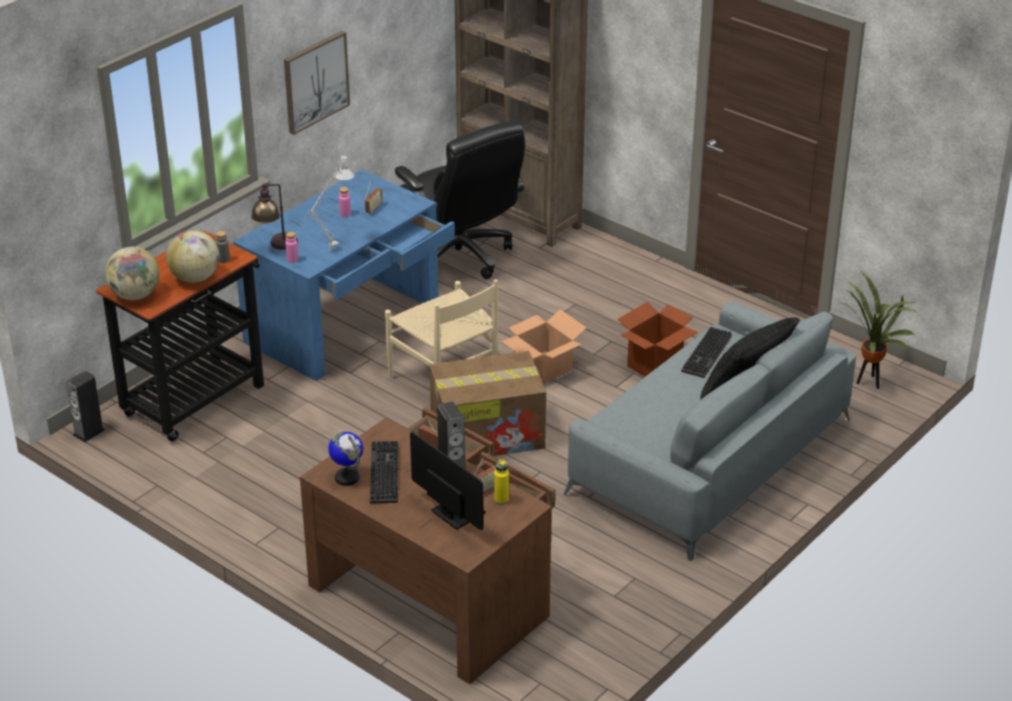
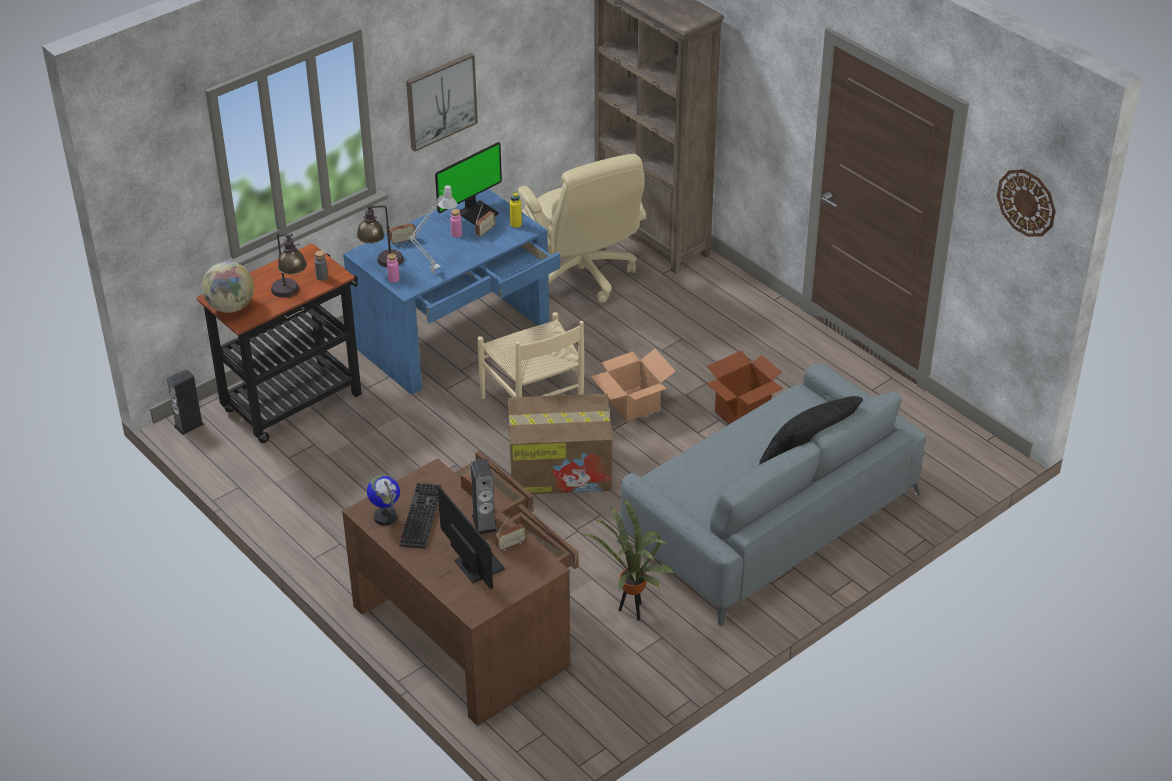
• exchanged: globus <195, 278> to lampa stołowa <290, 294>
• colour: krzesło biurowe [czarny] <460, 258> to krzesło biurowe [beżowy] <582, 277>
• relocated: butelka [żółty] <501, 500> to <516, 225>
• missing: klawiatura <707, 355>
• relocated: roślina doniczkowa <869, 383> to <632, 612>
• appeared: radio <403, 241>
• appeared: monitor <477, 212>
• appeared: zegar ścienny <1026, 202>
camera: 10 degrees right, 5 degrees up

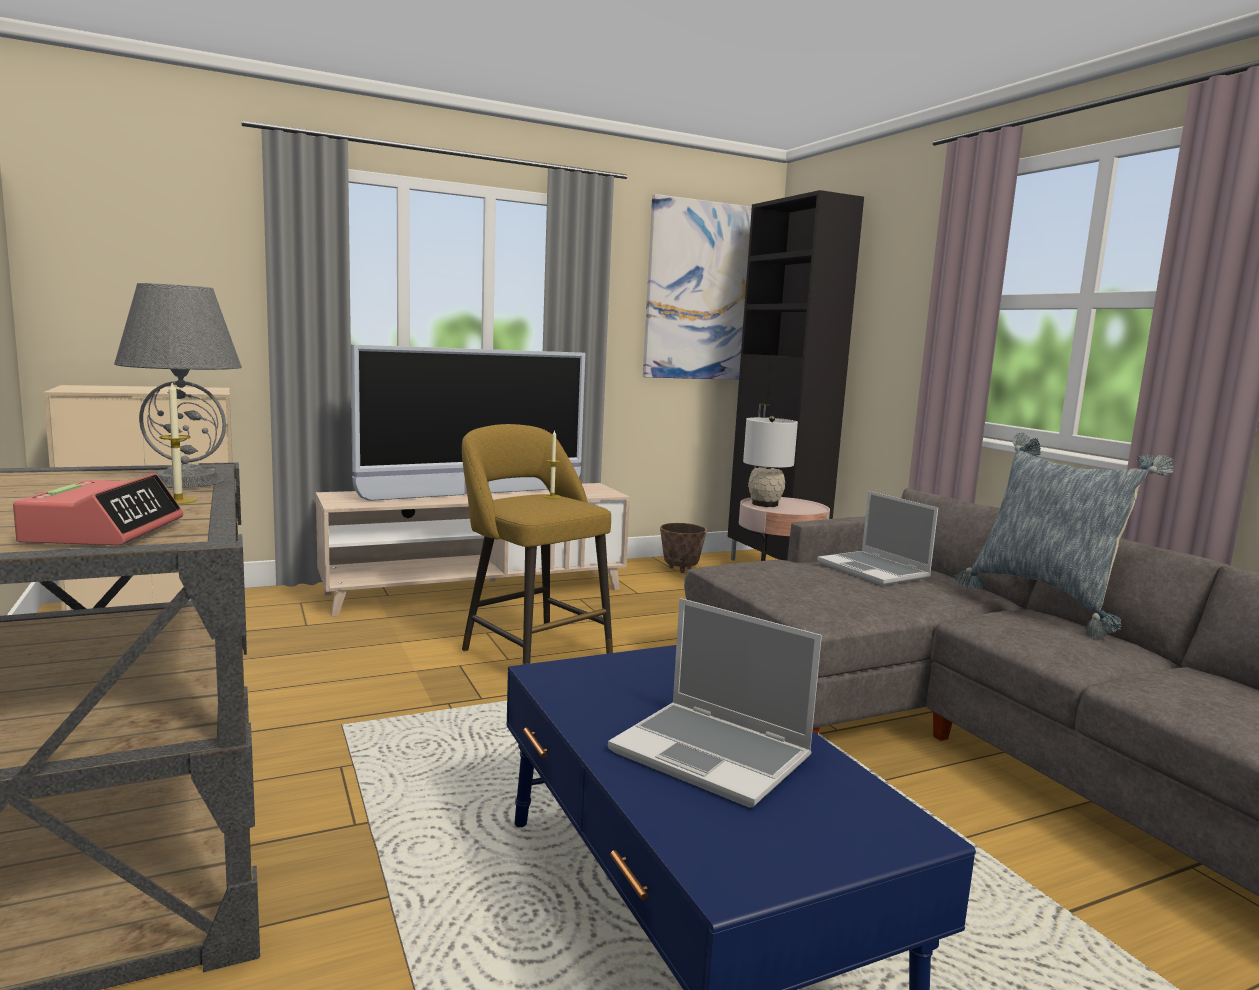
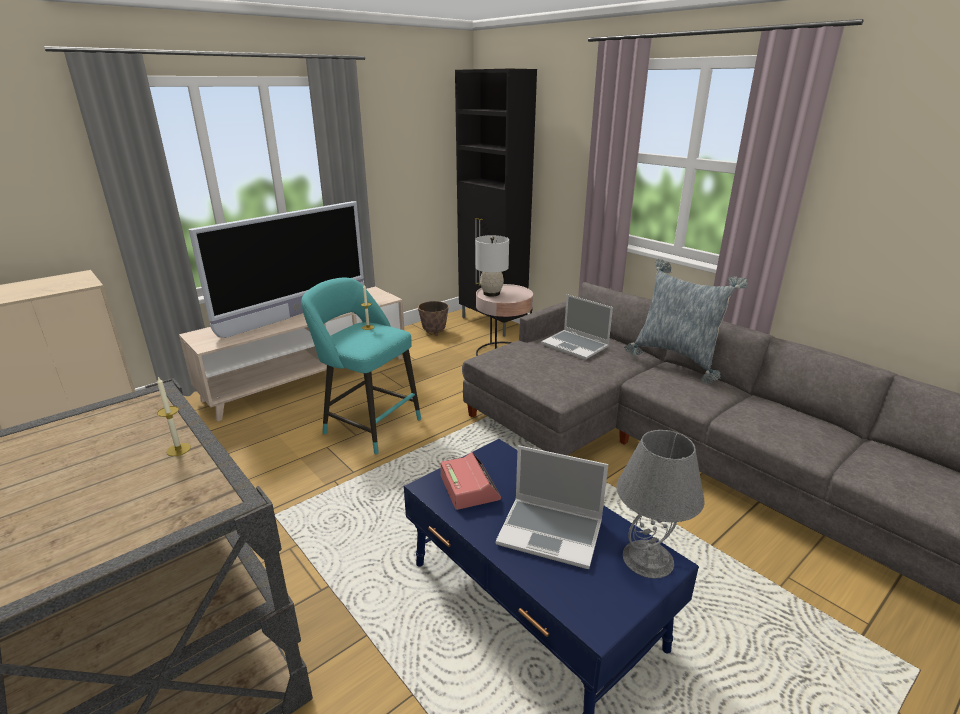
• relocated: budzik <105, 530> to <469, 487>
• relocated: lampa stołowa [szary] <185, 481> to <648, 559>
• colour: stołek [żółty] <531, 651> to stołek [turkusowy] <368, 425>
• missing: obraz <704, 292>
camera: 15 degrees left, 15 degrees up

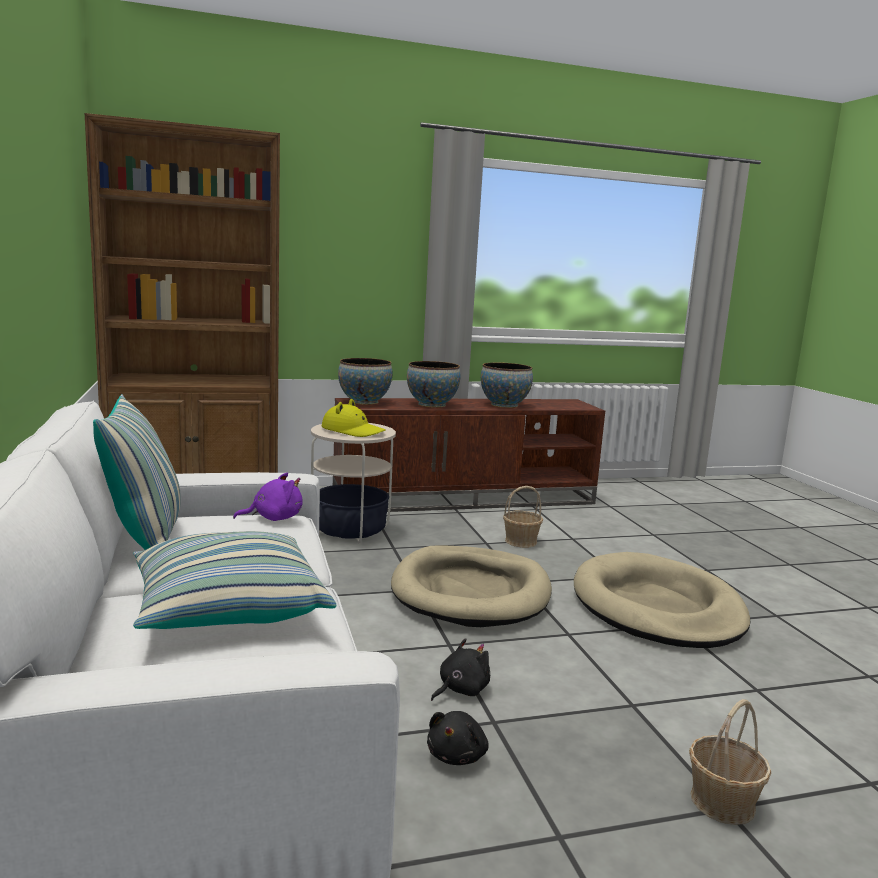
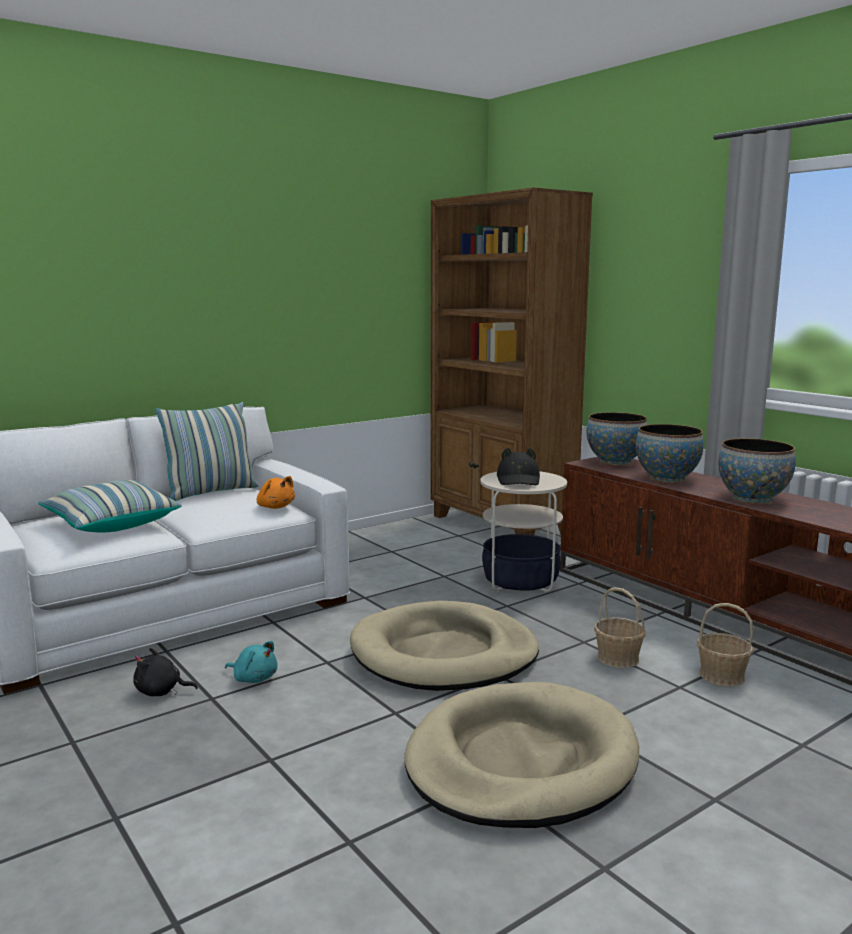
• colour: pluszak [fioletowy] <273, 518> to pluszak [pomarańczowy] <275, 507>
• colour: kapelusz [żółty] <353, 431> to kapelusz [czarny] <518, 480>
• colour: pluszak [czarny] <460, 690> to pluszak [turkusowy] <254, 678>
• relocated: koszyk <721, 802> to <721, 675>
camera: 70 degrees right, 0 degrees up

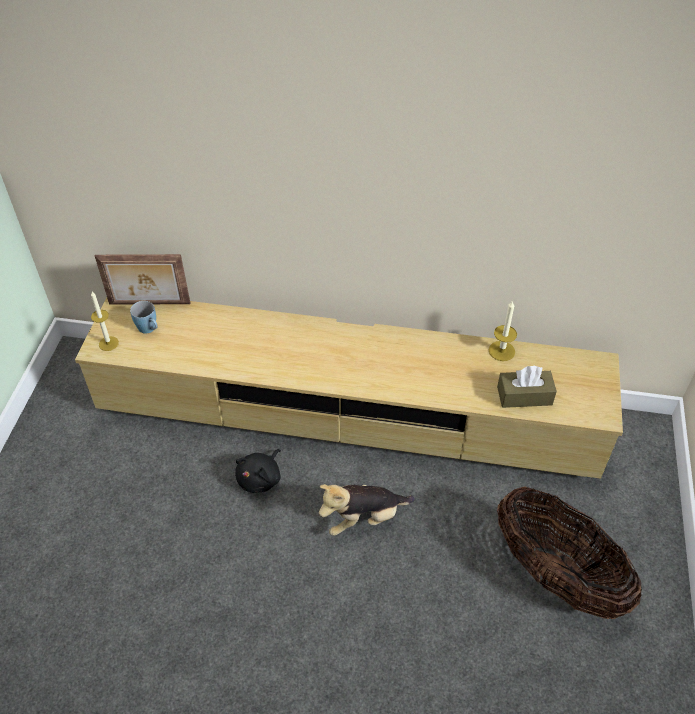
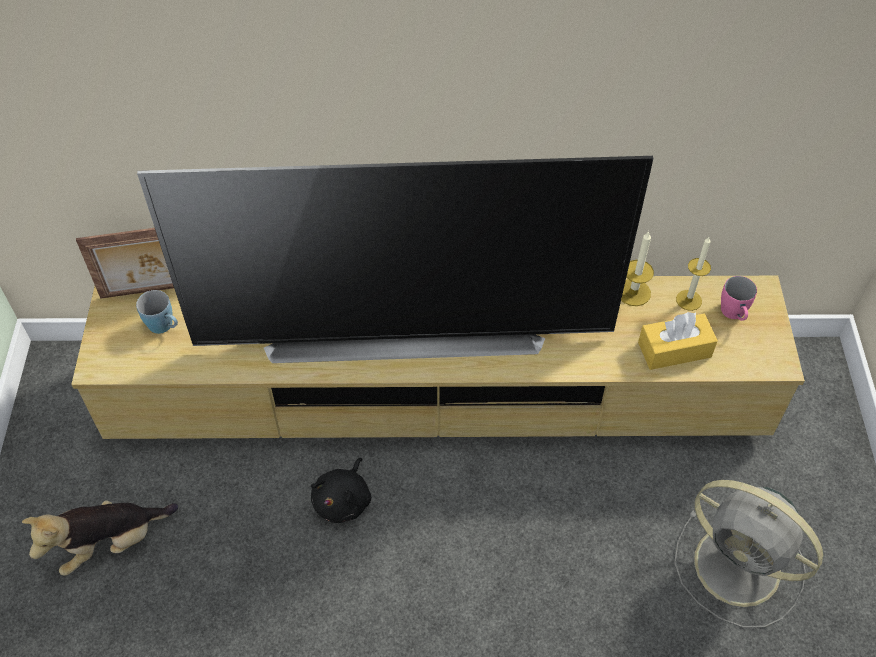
• relocated: świeca <108, 343> to <689, 300>
• relocated: pluszak <363, 518> to <111, 544>
• colour: pudełko chusteczek [brązowy] <524, 396> to pudełko chusteczek [żółty] <674, 350>
• exchanged: koszyk <556, 575> to wentylator [szary] <741, 568>
• appeared: telewizor <404, 329>
• appeared: kubek [różowy] <734, 315>
camera: 10 degrees left, 5 degrees up

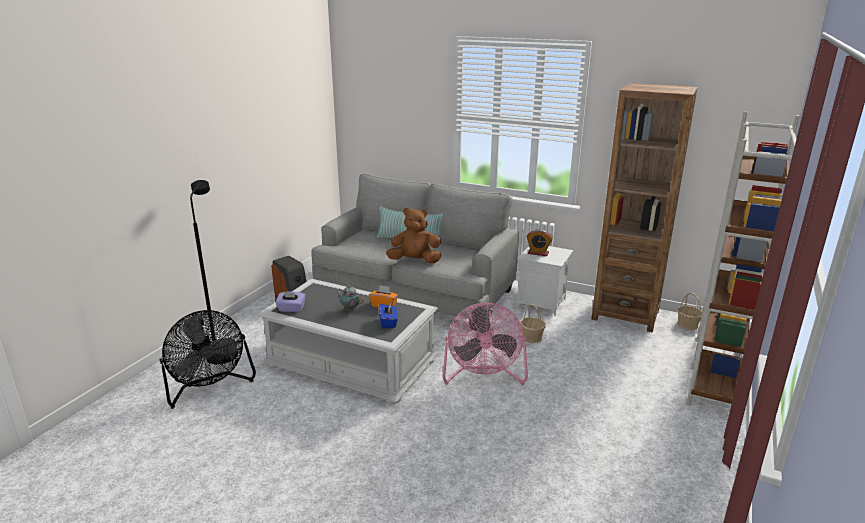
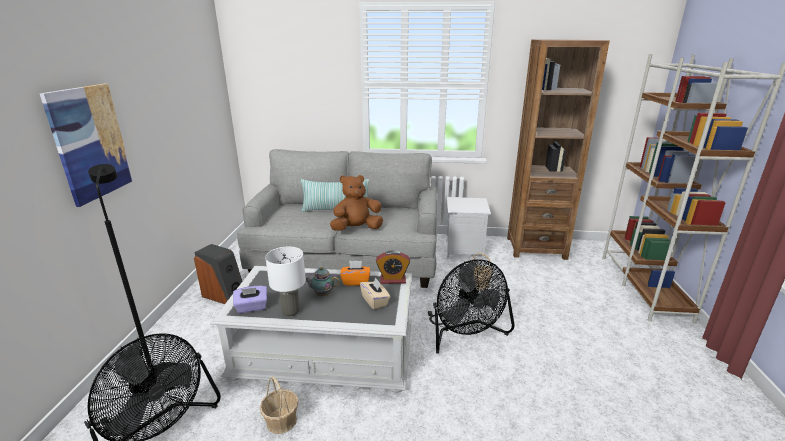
• colour: pudełko chusteczek [niebieski] <388, 323> to pudełko chusteczek [beżowy] <375, 301>
• colour: wentylator [różowy] <480, 375> to wentylator [czarny] <462, 334>
• relocated: budzik <538, 253> to <393, 280>
• relocated: koszyk <687, 325> to <281, 421>
• appeared: obraz <90, 143>
• appeared: lampa stołowa [biały] <291, 311>
camera: 20 degrees left, 0 degrees up

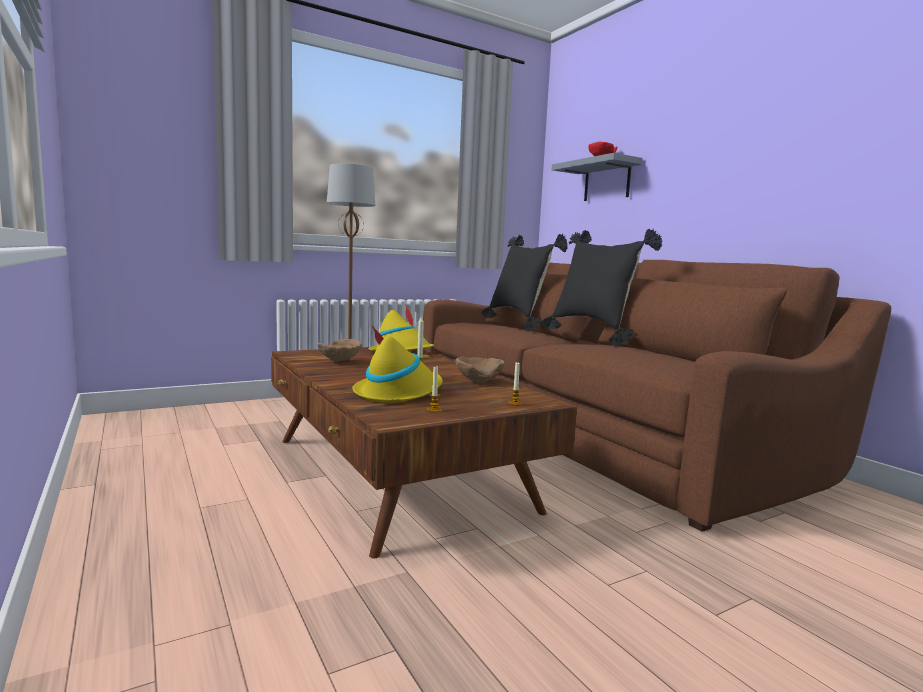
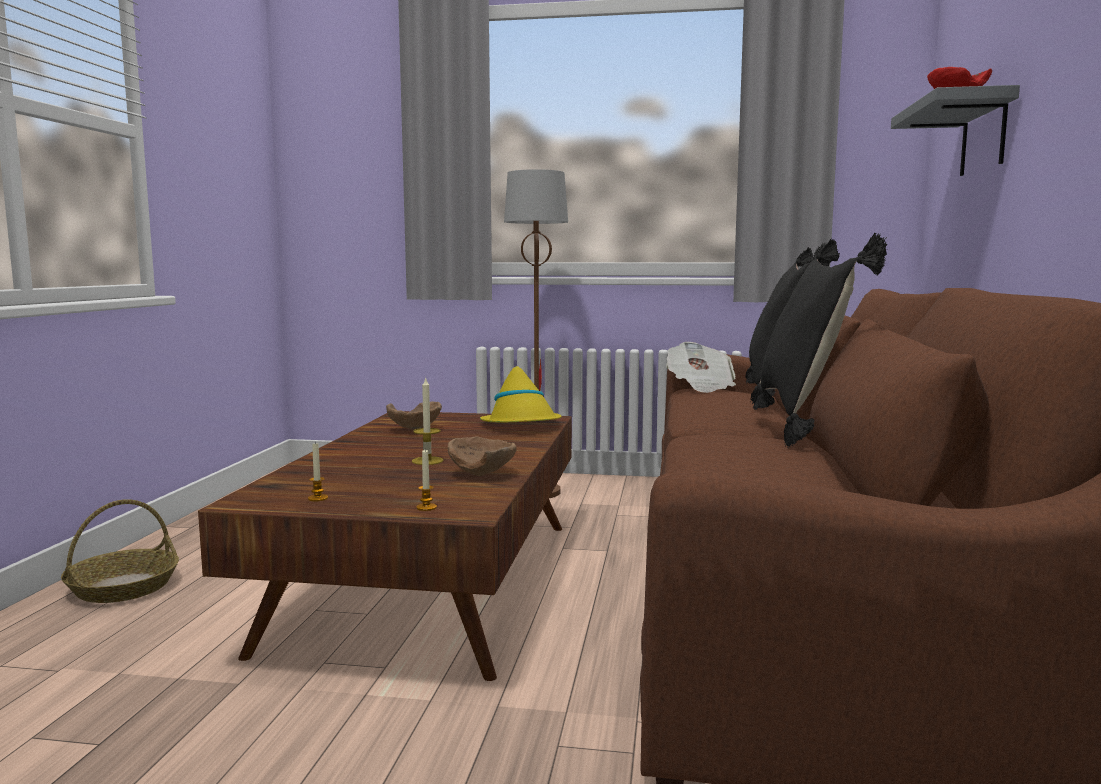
• missing: kapelusz [żółty] <398, 393>
• appeared: koszyk <123, 587>
• appeared: gazeta <700, 387>
camera: 40 degrees right, 0 degrees up

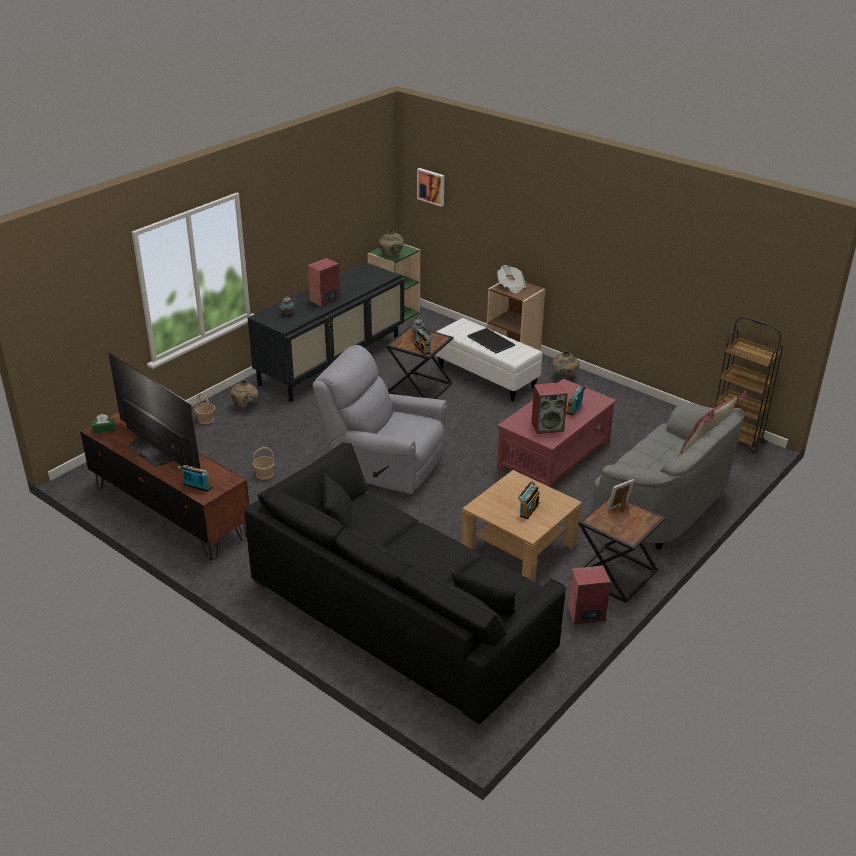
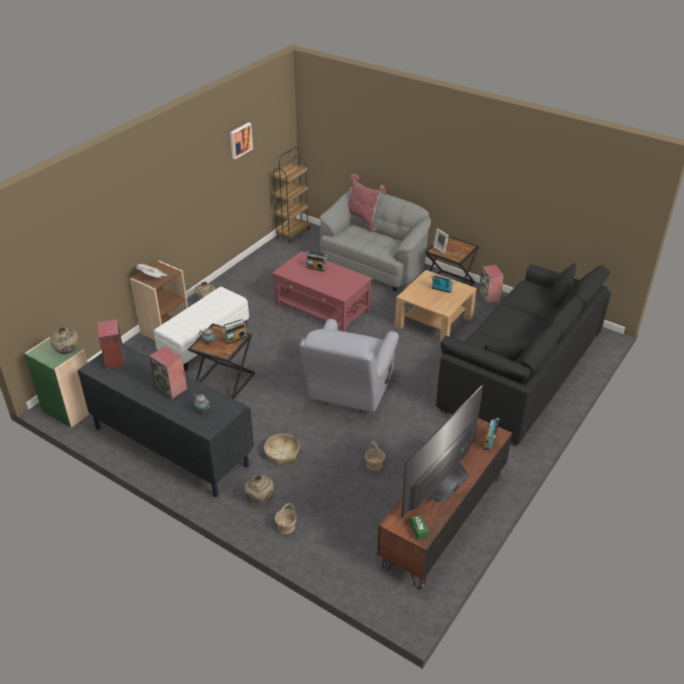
• relocated: obraz <431, 186> to <240, 140>
• missing: taca <490, 341>
• relocated: głośnik <547, 426> to <114, 359>
• appeared: koszyk <282, 453>
camera: 95 degrees left, 5 degrees up

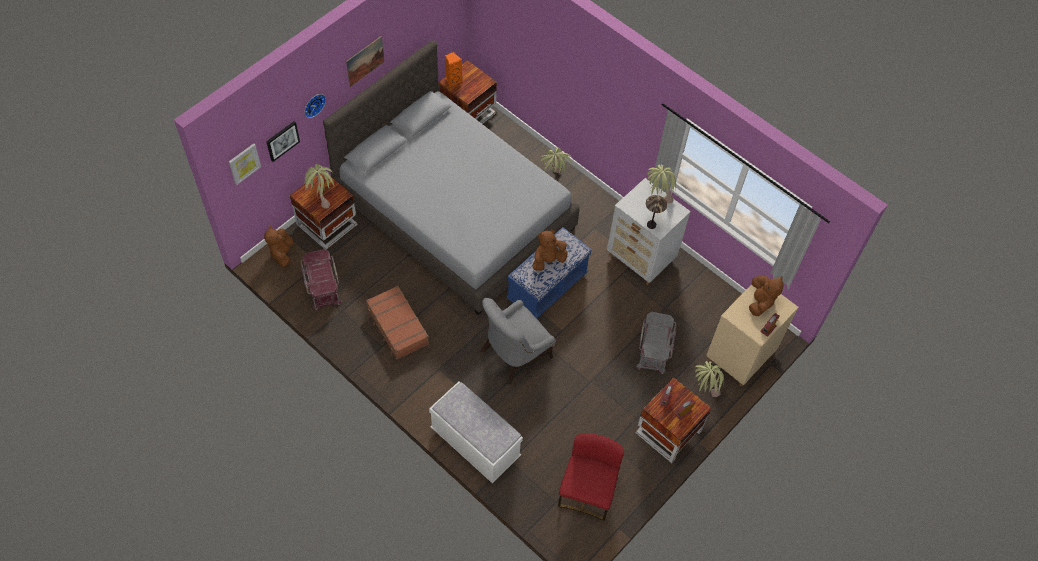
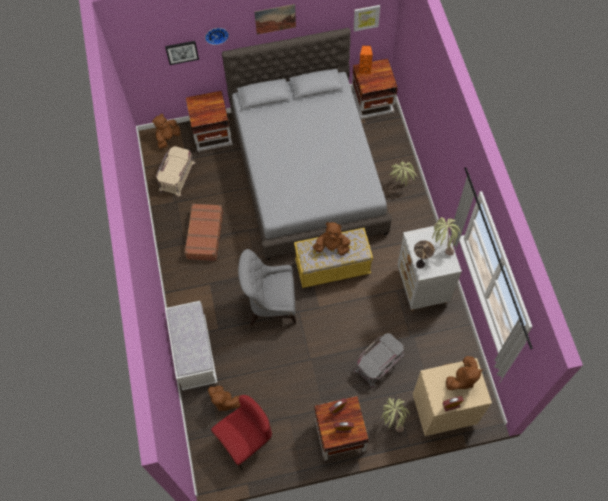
• relocated: obraz <244, 163> to <366, 17>
• colour: pojemnik do przechowywania [czerwony] <321, 285> to pojemnik do przechowywania [beżowy] <176, 176>
• missing: roślina doniczkowa <322, 198>
• colour: ławka [niebieski] <547, 287> to ławka [żółty] <332, 267>
• appeared: pluszak [brązowy] <225, 401>
camera: 40 degrees right, 5 degrees up

